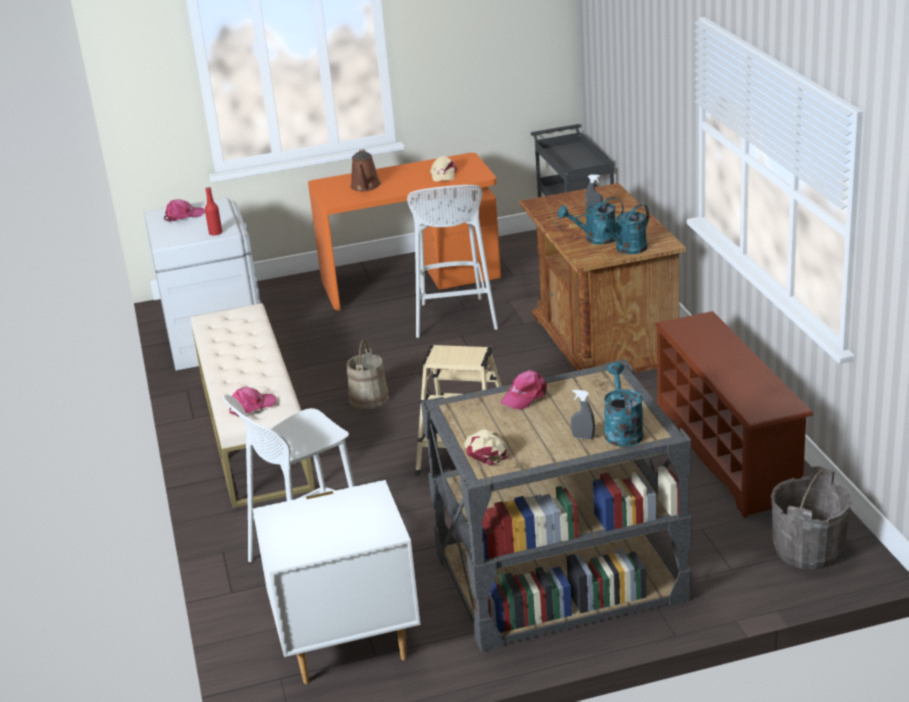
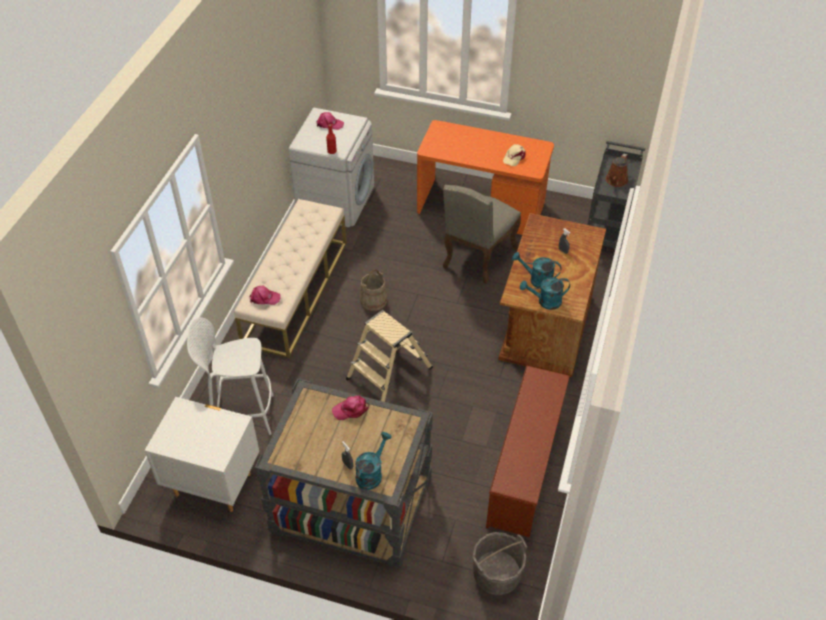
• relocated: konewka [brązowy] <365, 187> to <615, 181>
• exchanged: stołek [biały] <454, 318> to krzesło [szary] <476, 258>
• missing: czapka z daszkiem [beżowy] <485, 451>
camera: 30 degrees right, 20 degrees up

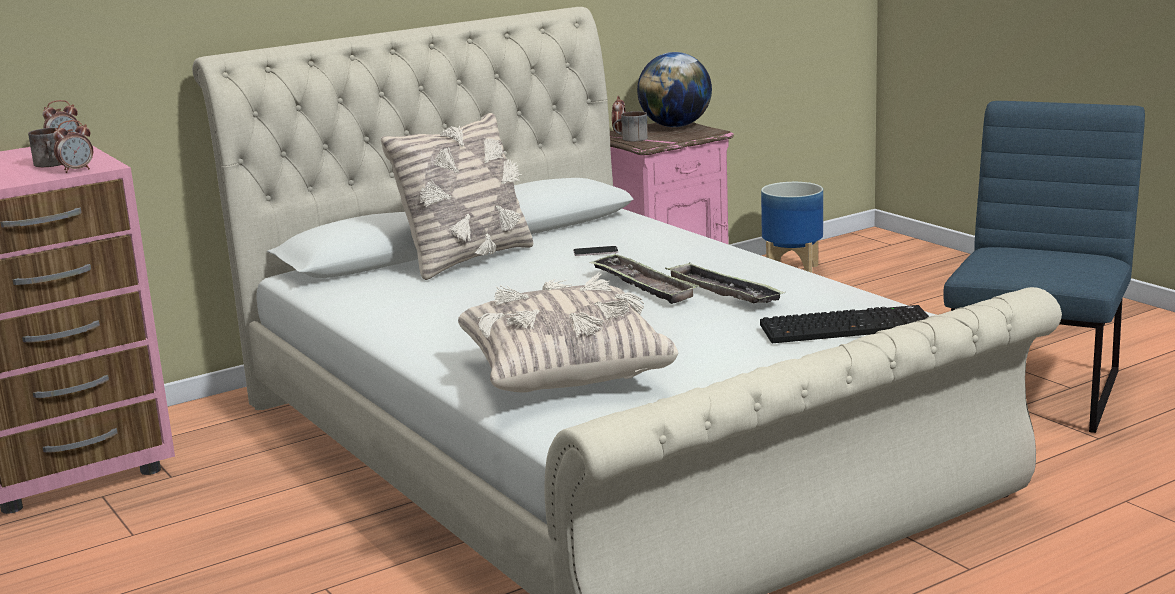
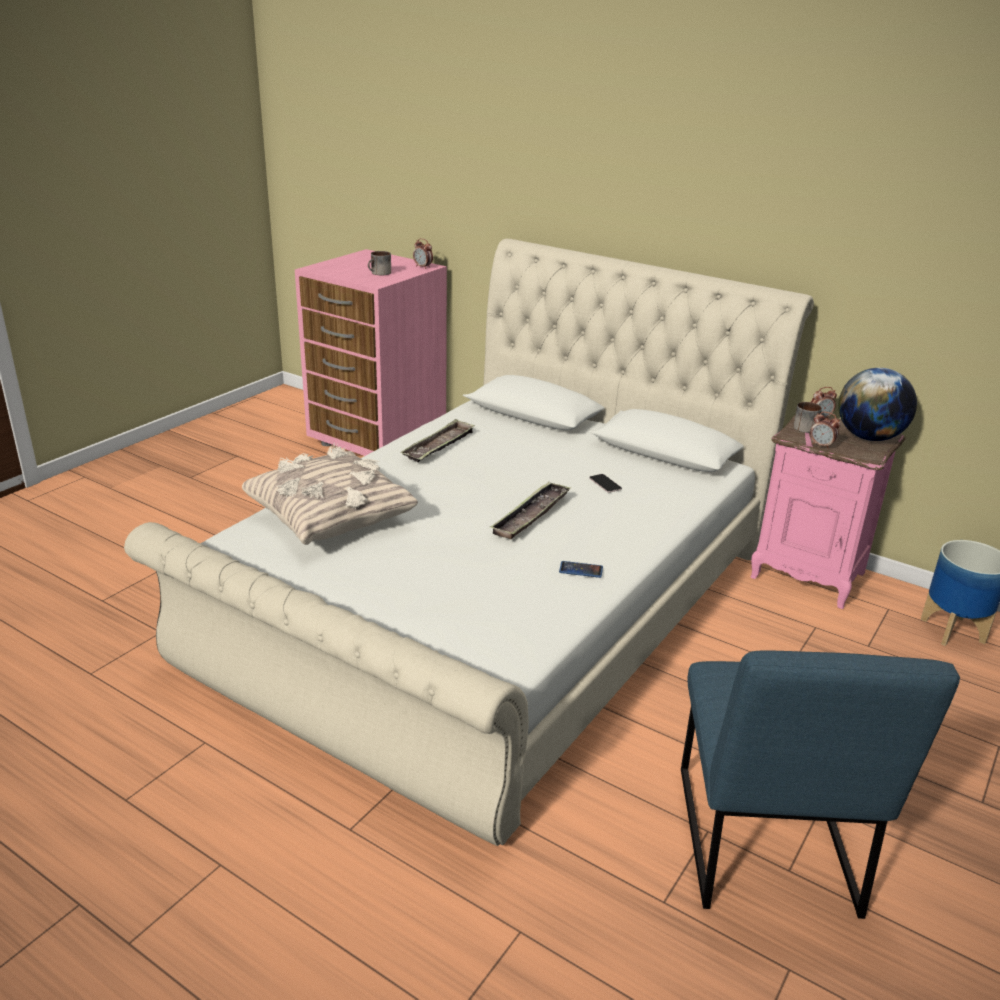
• relocated: budzik <77, 170> to <821, 446>
• missing: poduszka [beżowy] <467, 260>
• relocated: taca <723, 291> to <439, 446>
• missing: klawiatura <847, 326>
• spun: krzesło [niebieski] <1038, 389> = <764, 843> 90 degrees clockwise
• appeared: telefon <581, 570>
camera: 65 degrees right, 10 degrees up

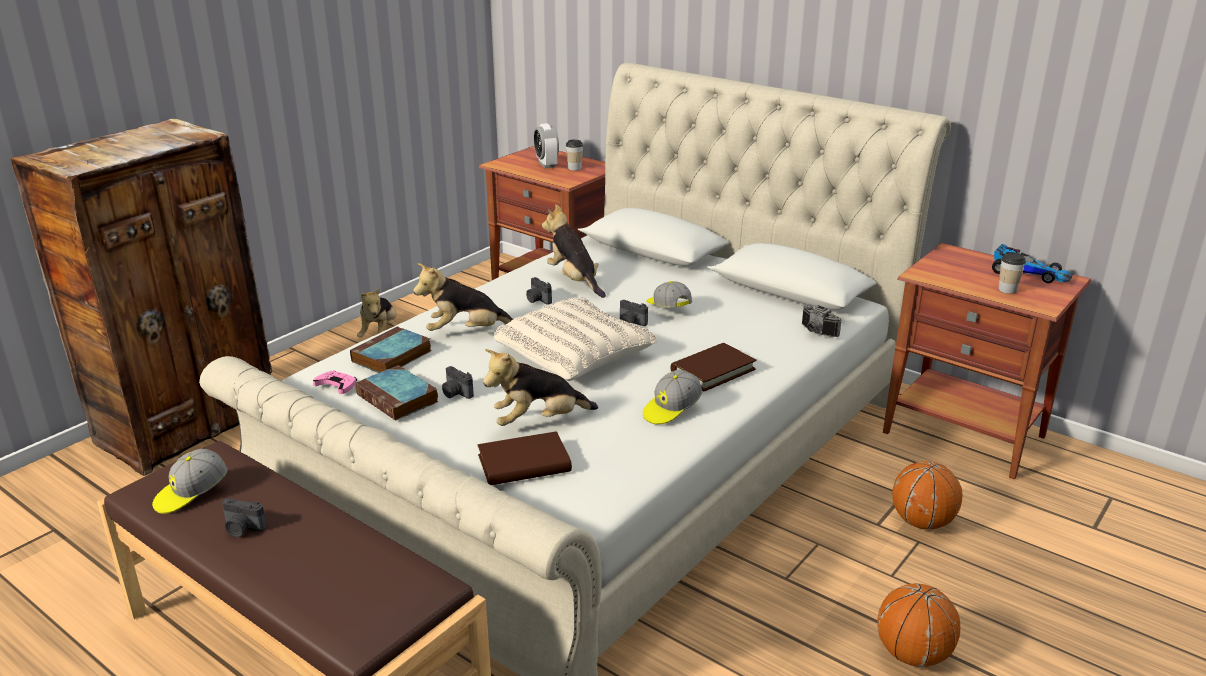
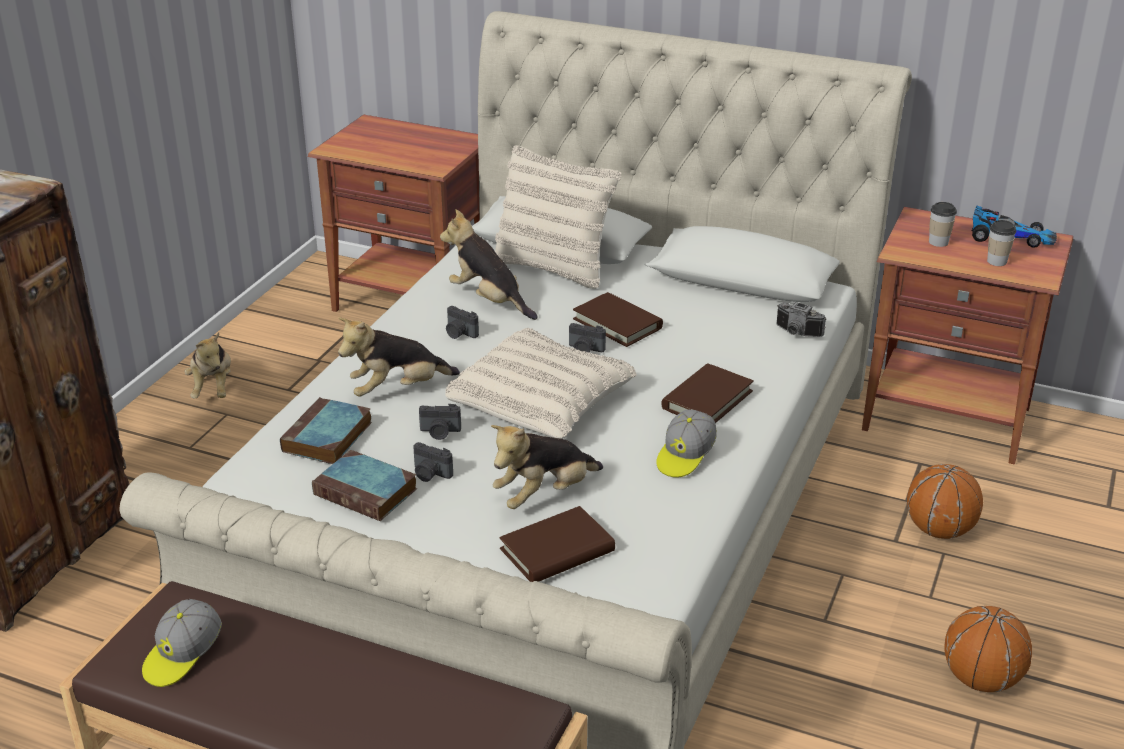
• relocated: aparat fotograficzny <242, 529> to <440, 432>
• missing: pad do gier [różowy] <336, 385>
• missing: budzik <546, 164>
• relocated: filiżanka <574, 168> to <938, 242>
• exchanged: czapka z daszkiem <668, 308> to książka [brązowy] <617, 323>
• appeared: poduszka [beżowy] <555, 269>
camera: 15 degrees left, 5 degrees up

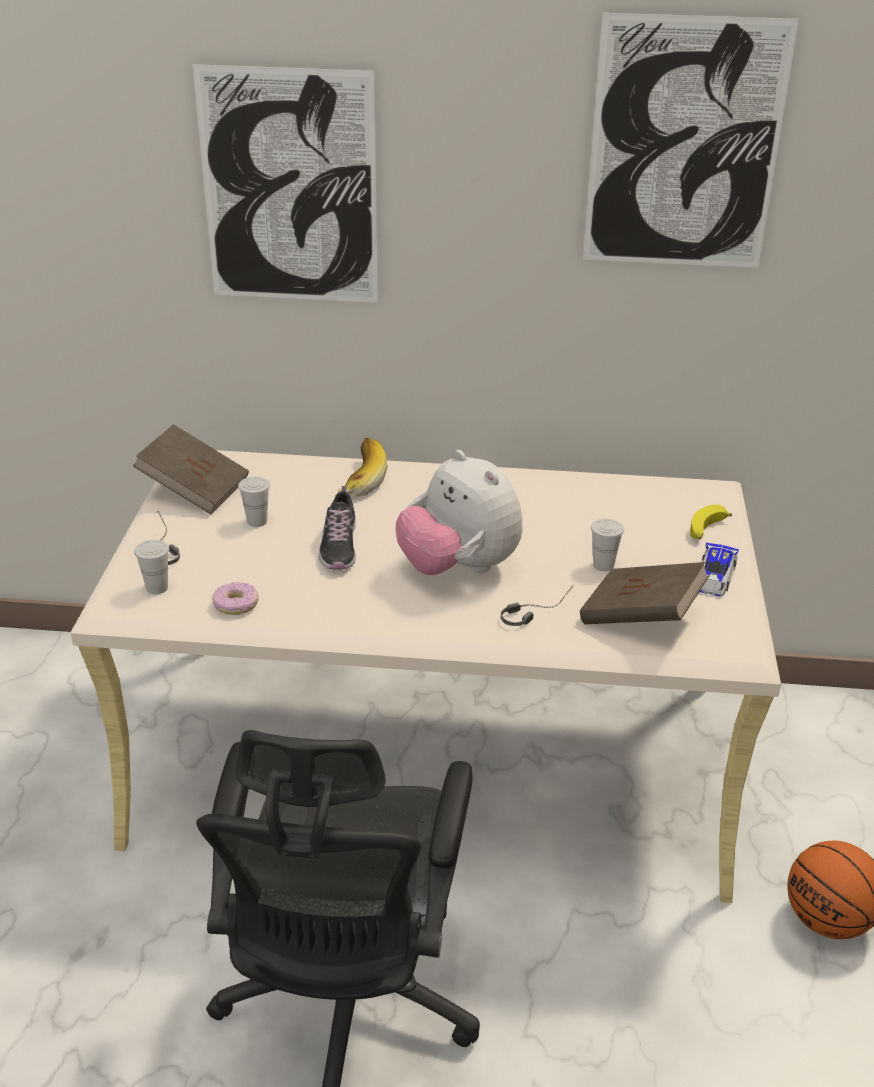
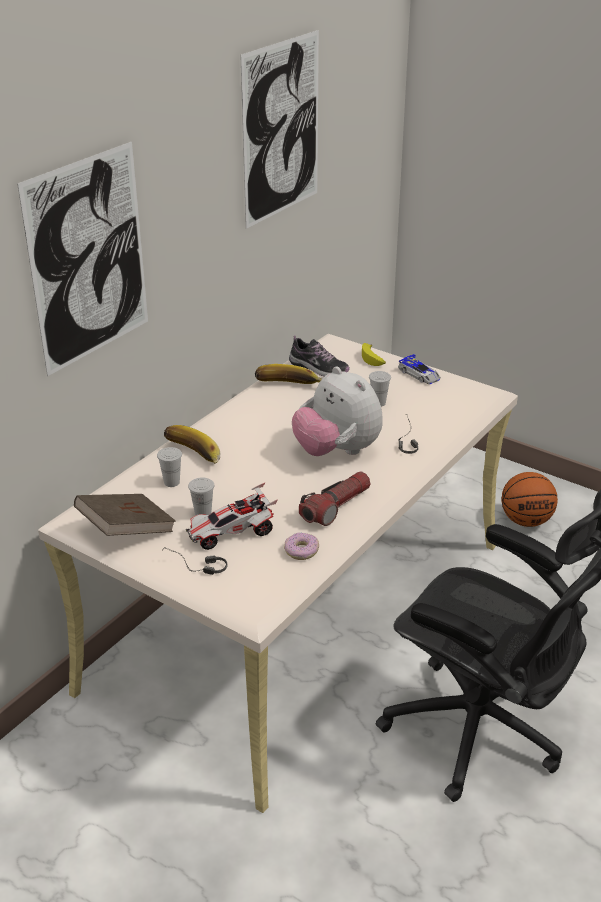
• relocated: filiżanka [biały] <157, 588> to <171, 482>
• relocated: but <339, 546> to <318, 368>
• spun: pluszak <459, 568> = <337, 451> 60 degrees clockwise
• missing: książka [brązowy] <641, 617>
• appeared: samochodzik <232, 533>
• appeared: banan <287, 387>
• appeared: latarka <336, 507>
camera: 60 degrees left, 0 degrees up

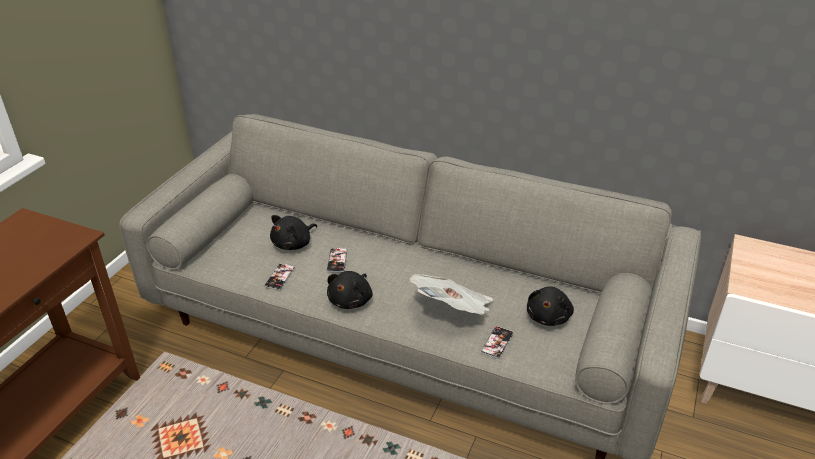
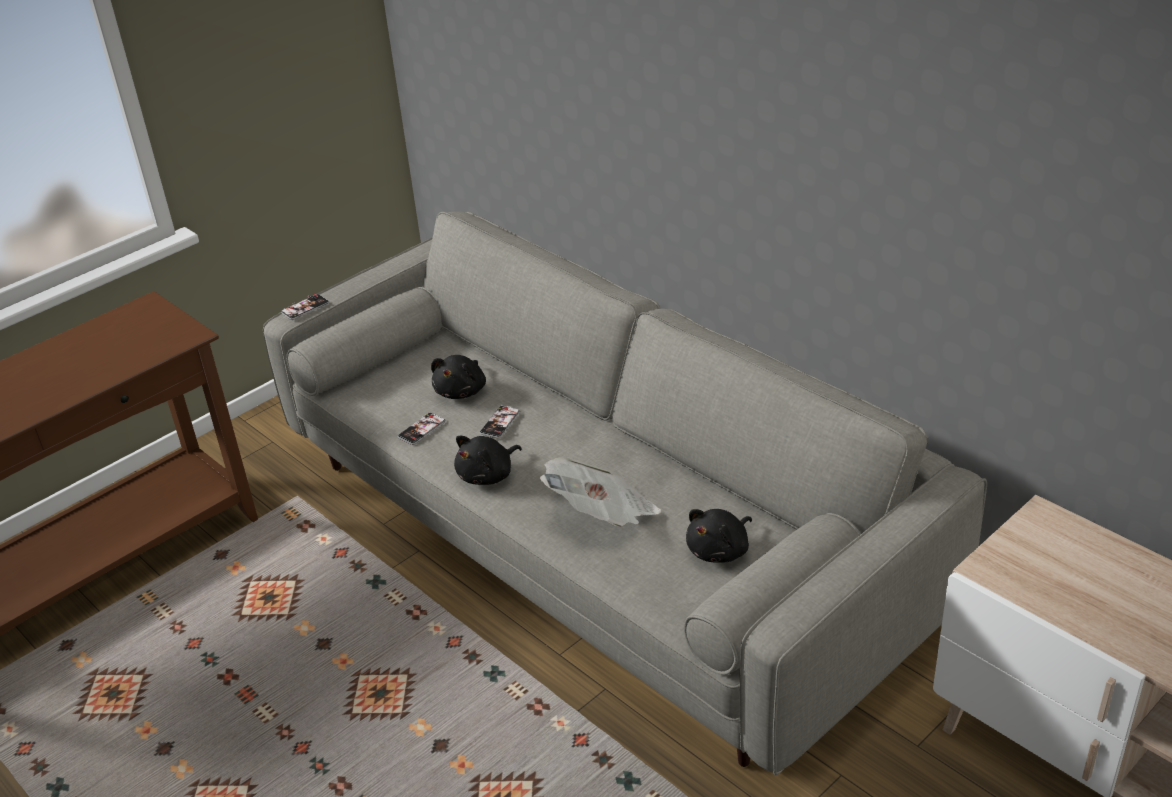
• spun: pluszak [czarny] <293, 244> = <462, 391> 45 degrees counterclockwise
• relocated: telefon <497, 343> to <305, 308>
camera: 25 degrees right, 0 degrees up

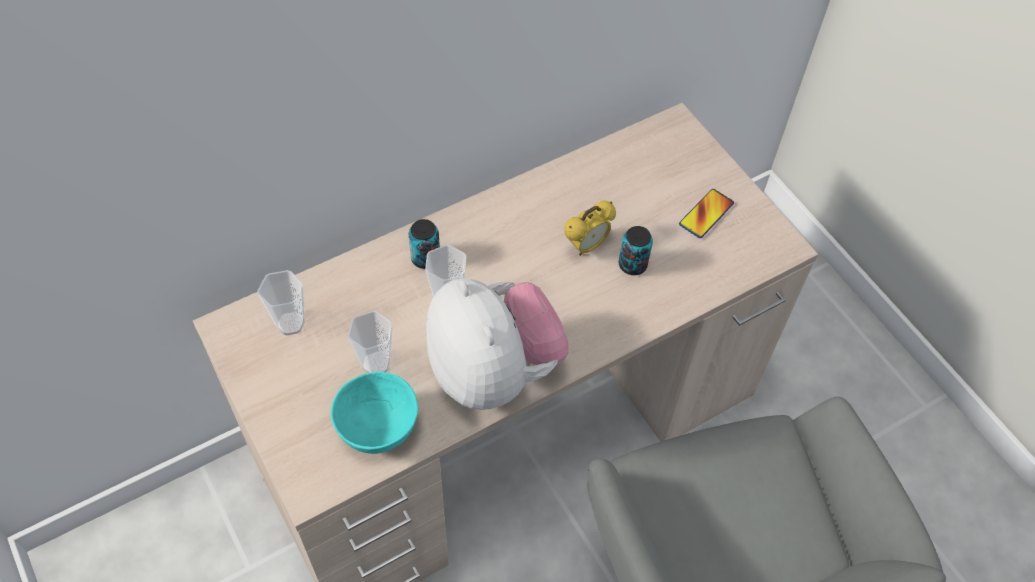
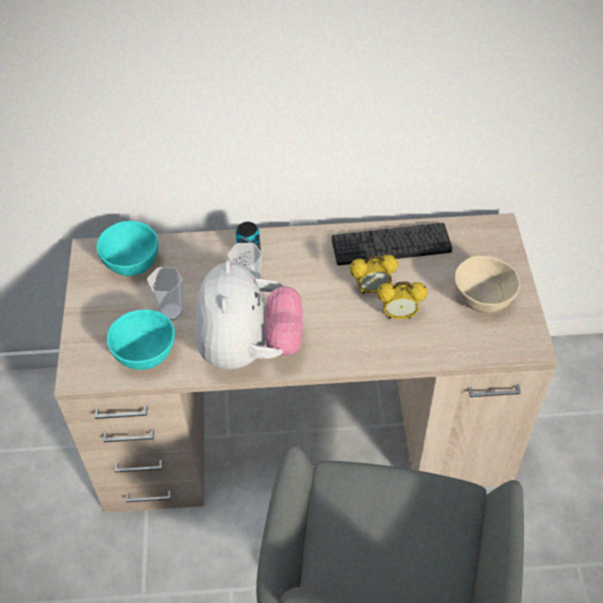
• exchanged: filiżanka <290, 323> to miska [turkusowy] <132, 264>
• exchanged: puszka <632, 265> to budzik <399, 315>
• exchanged: telefon <706, 214> to miska [beżowy] <481, 300>
• appeared: klawiatura <391, 245>
camera: 30 degrees right, 5 degrees down

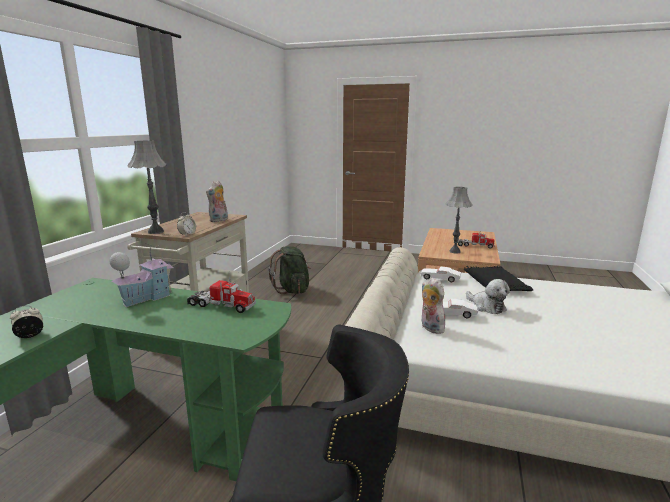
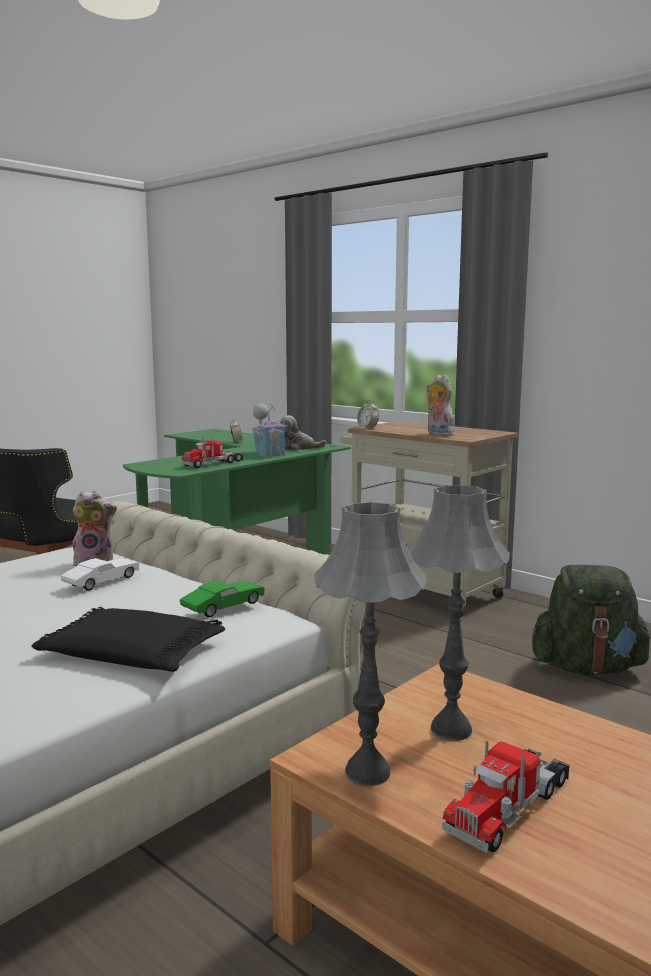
• relocated: lampa stołowa [szary] <155, 232> to <367, 772>
• colour: samochodzik [biały] <440, 279> to samochodzik [zielony] <223, 608>
• relocated: pluszak <486, 306> to <297, 448>
camera: 115 degrees right, 5 degrees down

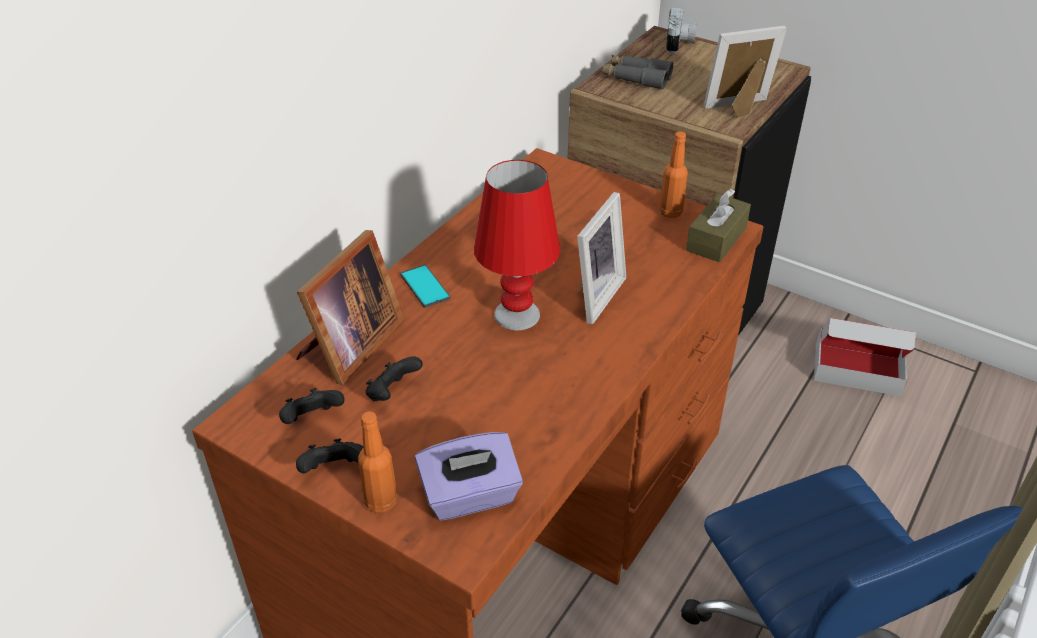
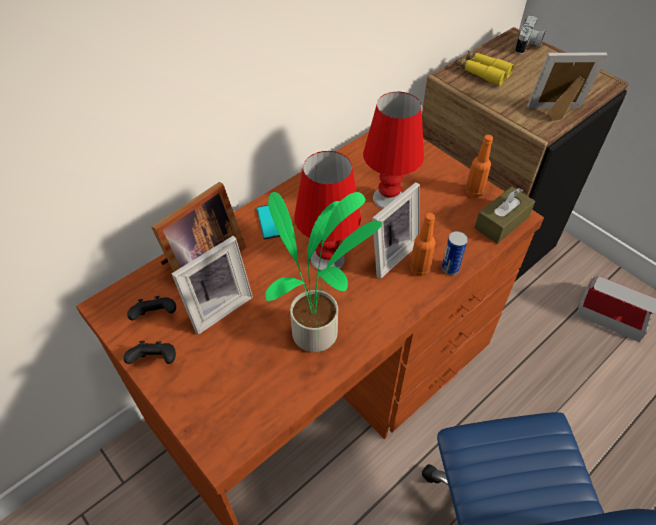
• relocated: butelka [pomarańczowy] <381, 502> to <419, 269>
• exchanged: pad do gier [czarny] <392, 393> to ramka na zdjęcie <217, 306>
• missing: pudełko chusteczek [fioletowy] <470, 496>
• colour: lornetka [szary] <636, 78> to lornetka [żółty] <482, 72>
• appeared: roślina doniczkowa <318, 335>
• appeared: lampa stołowa [czerwony] <388, 198>
• appeared: puszka <450, 268>
camera: 15 degrees right, 10 degrees up

